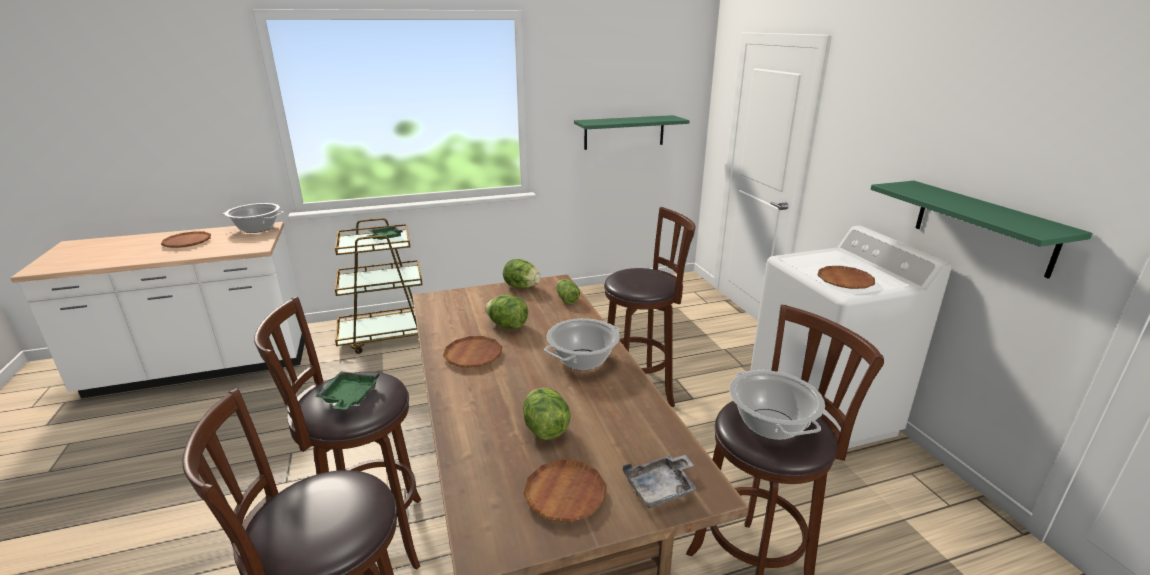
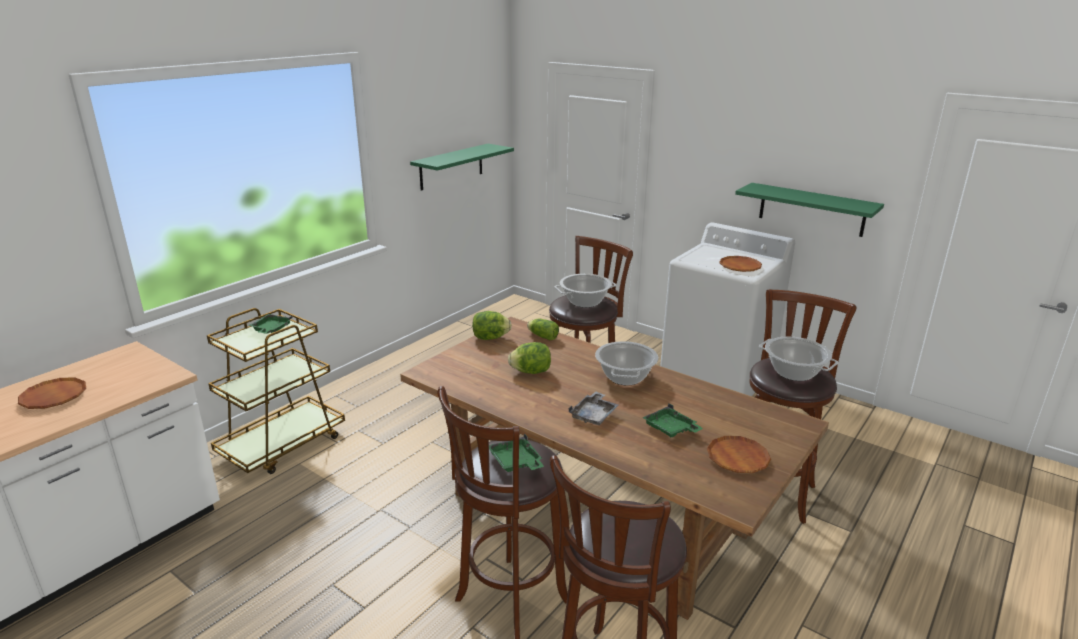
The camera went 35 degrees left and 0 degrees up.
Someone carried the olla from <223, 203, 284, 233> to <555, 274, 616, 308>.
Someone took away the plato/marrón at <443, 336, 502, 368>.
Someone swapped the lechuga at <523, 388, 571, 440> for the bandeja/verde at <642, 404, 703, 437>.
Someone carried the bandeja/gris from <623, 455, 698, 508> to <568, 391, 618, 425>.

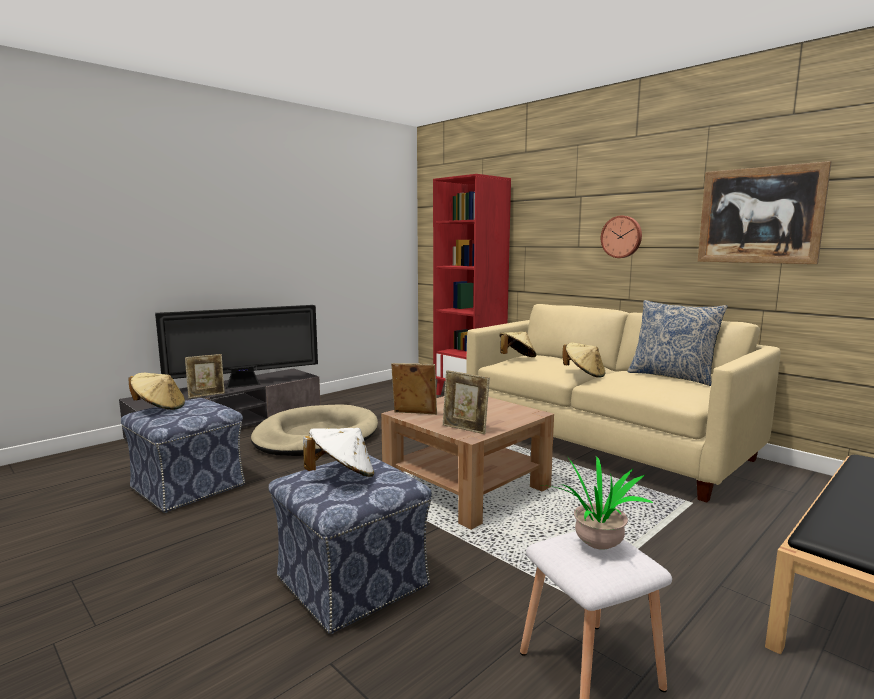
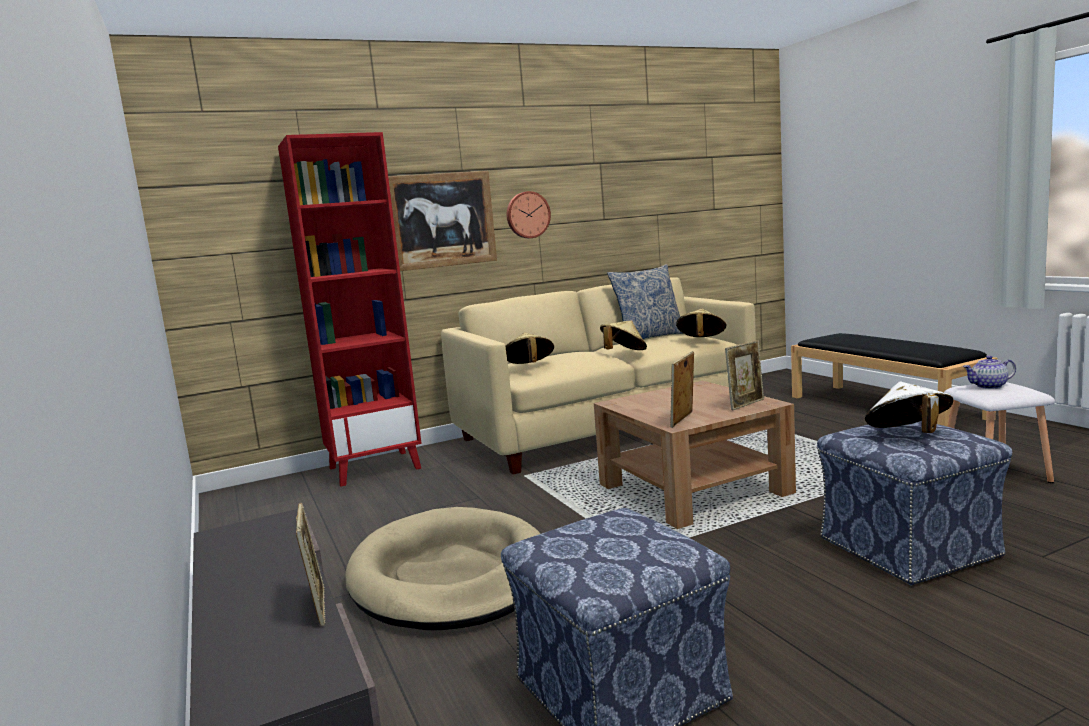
The camera went 70 degrees left and 0 degrees up.
Someone carried the sombrero/beis from <128, 373, 185, 410> to <676, 309, 726, 337>.
Someone took away the televisor at <155, 305, 318, 388>.
Someone swapped the planta en maceta at <543, 456, 653, 550> for the tetera at <963, 356, 1016, 389>.
Someone carried the cuadro from <698, 161, 831, 264> to <388, 171, 497, 271>.

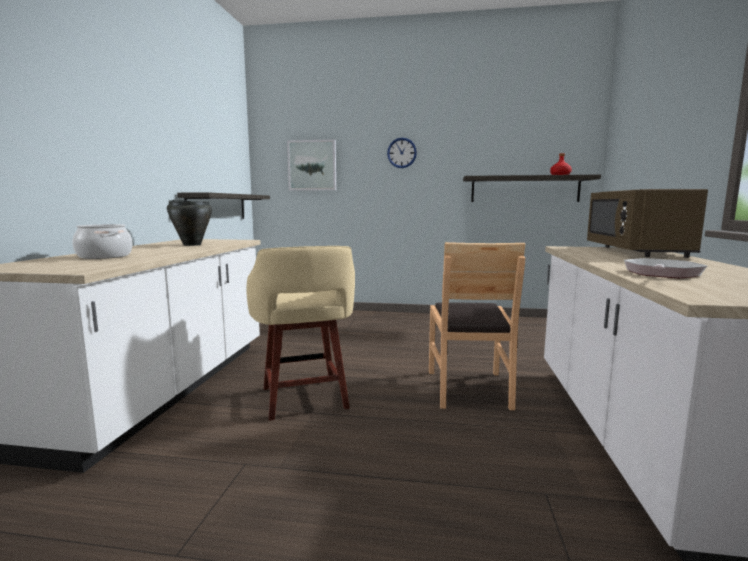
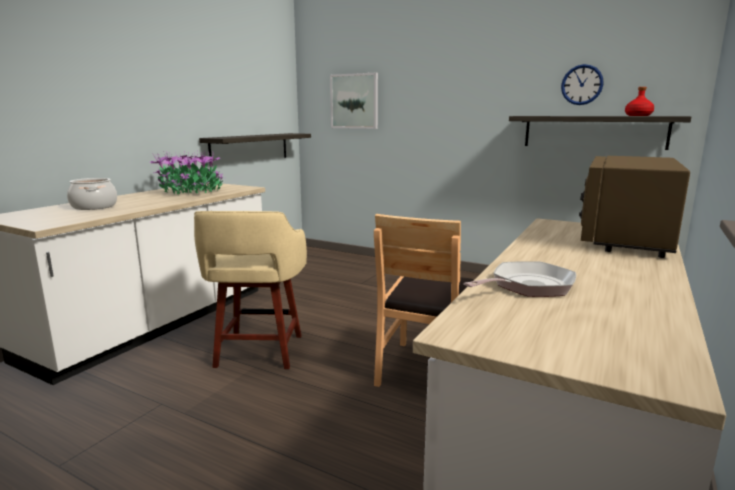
The camera went 20 degrees right and 5 degrees up.
Someone swapped the olla/negro at <167, 200, 212, 246> for the planta en maceta at <150, 151, 223, 194>.
Someone carried the reloj de pared from <387, 138, 417, 168> to <561, 64, 604, 105>.

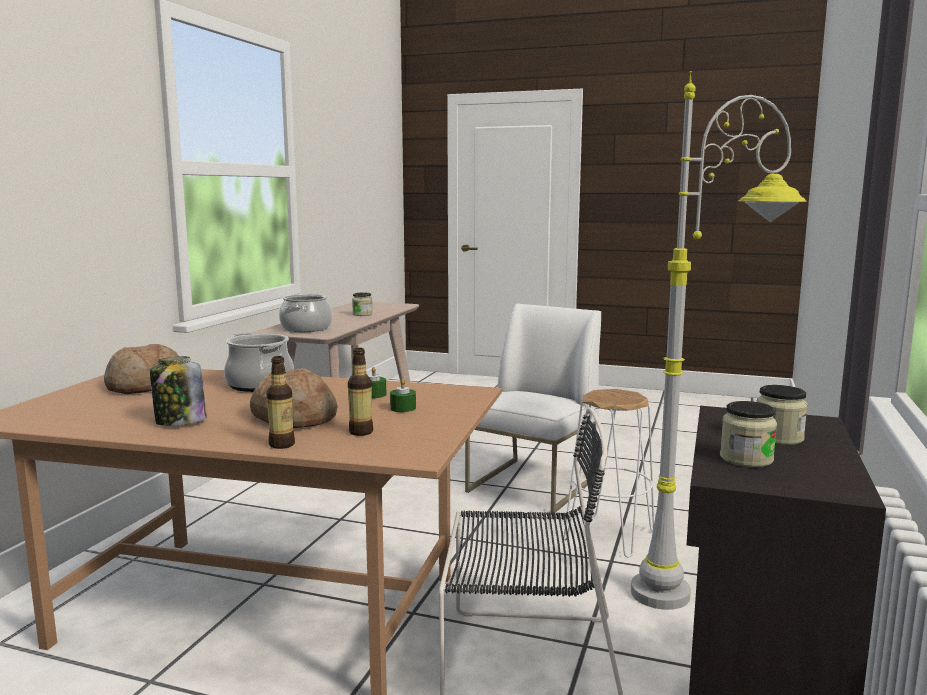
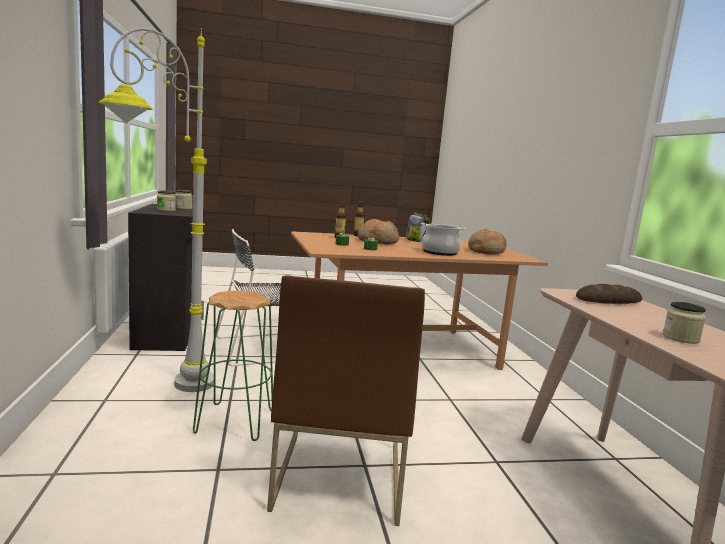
The camera went 150 degrees right and 0 degrees up.
Someone swapped the olla at <279, 294, 332, 332> for the pan at <576, 284, 642, 304>.
Someone repainted the silla/blanco at <465, 304, 601, 513>, which became the silla/marrón at <267, 275, 425, 526>.
Someone repainted the taburete/blanco at <564, 389, 655, 558>, which became the taburete/verde at <193, 290, 273, 441>.

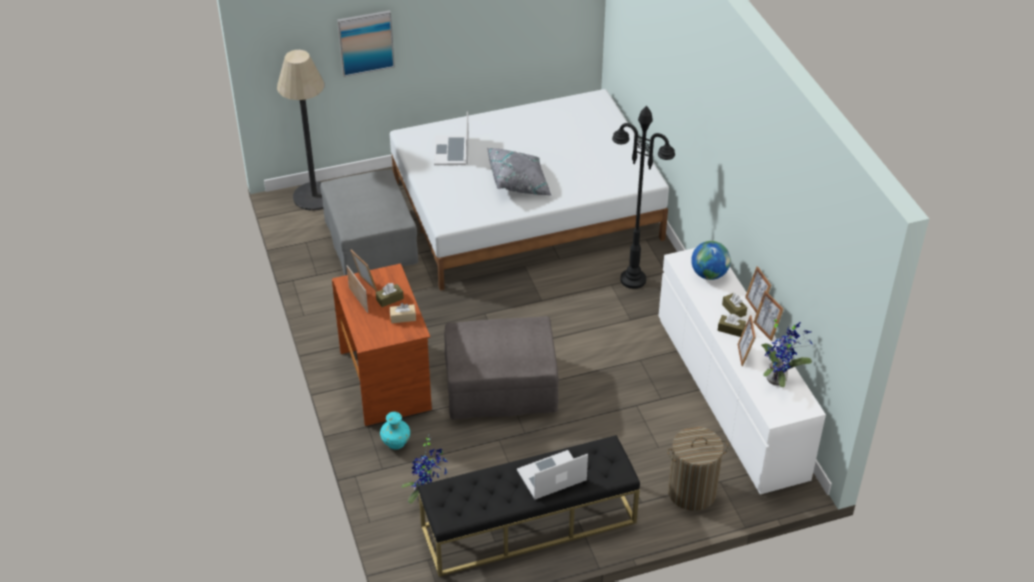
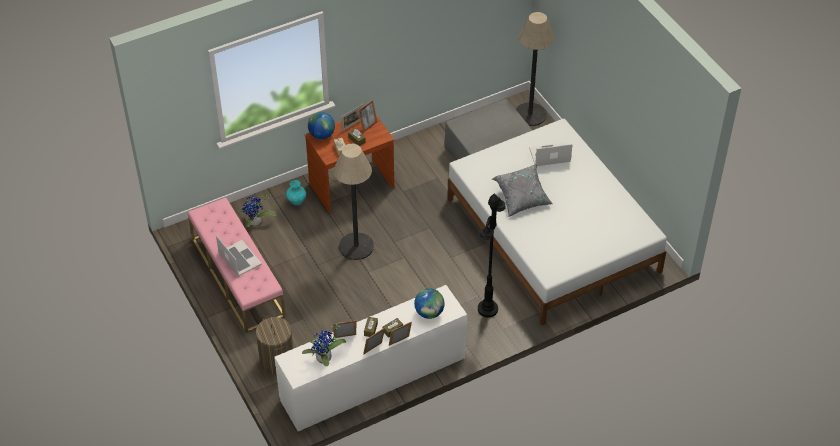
The camera went 80 degrees right and 5 degrees up.
Someone took away the cuadro at <337, 10, 395, 77>.
Someone repainted the banco/negro at <418, 435, 640, 577>, which became the banco/rosa at <188, 197, 286, 333>.
Someone swapped the puf/gris at <444, 316, 559, 420> for the lámpara de pie at <333, 144, 374, 260>.
Someone put down the globo terráqueo at <308, 112, 335, 139>.

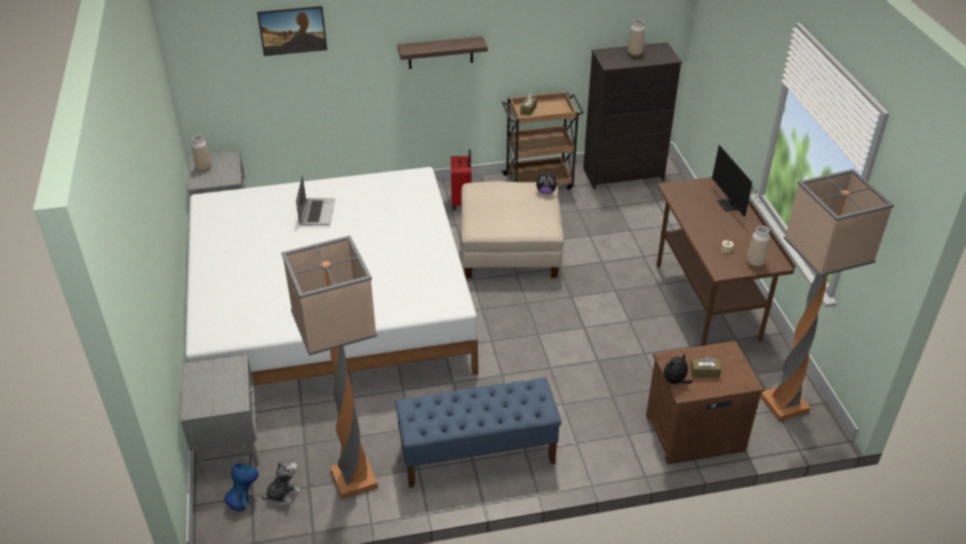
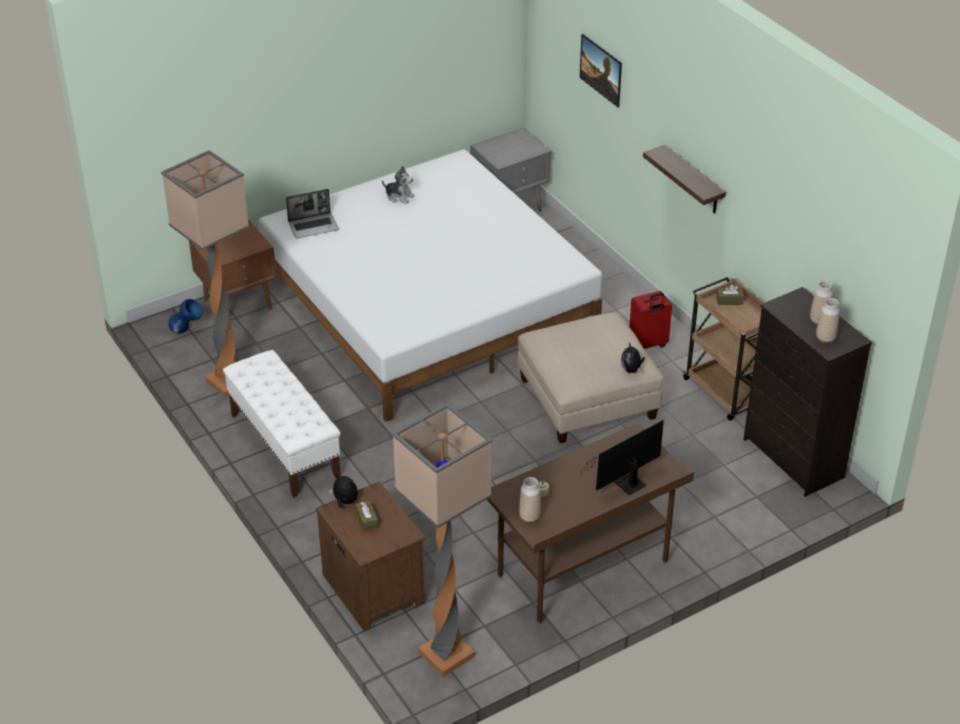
The camera went 70 degrees right and 0 degrees up.
Someone repainted the mesita de noche/gris at <181, 355, 259, 475>, which became the mesita de noche/marrón at <189, 220, 277, 310>.
Someone carried the florero from <192, 135, 211, 171> to <816, 298, 840, 343>.
Someone carried the peluche from <261, 461, 302, 505> to <382, 166, 414, 204>.
Someone carried the portátil from <296, 176, 335, 225> to <286, 189, 339, 238>.
Someone repainted the banco/azul at <395, 378, 561, 488>, which became the banco/blanco at <223, 350, 341, 498>.

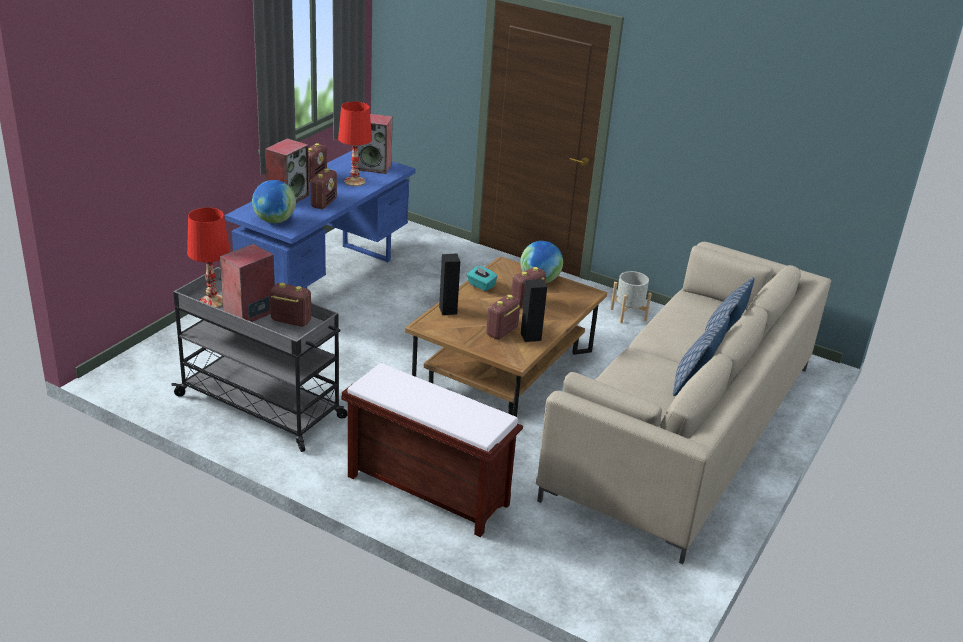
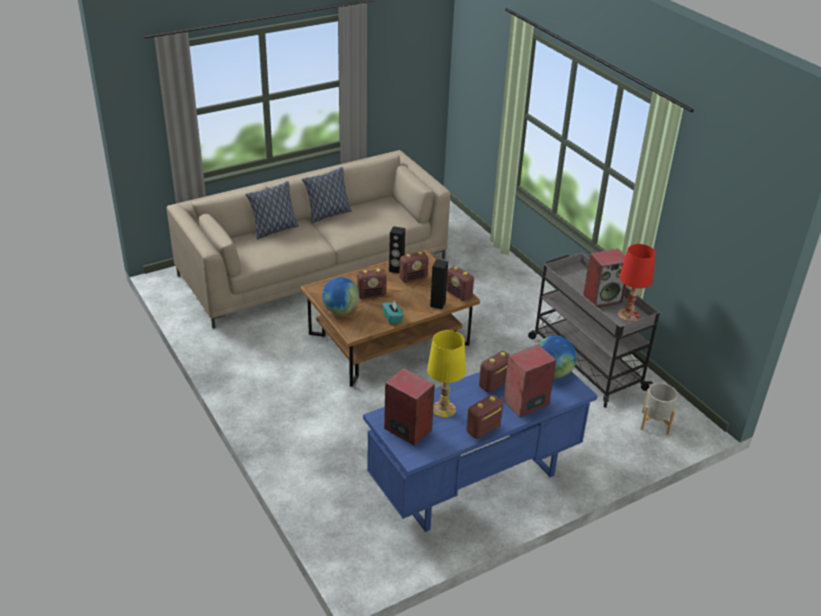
The camera went 150 degrees left and 5 degrees up.
Someone carried the radio from <270, 283, 311, 327> to <446, 266, 474, 301>.
Someone repainted the lámpara de mesa/rojo at <338, 102, 372, 186>, which became the lámpara de mesa/amarillo at <427, 330, 466, 418>.
Someone took away the banco/marrón at <341, 363, 523, 537>.
Someone carried the maceta/gris from <610, 271, 652, 323> to <640, 383, 678, 435>.

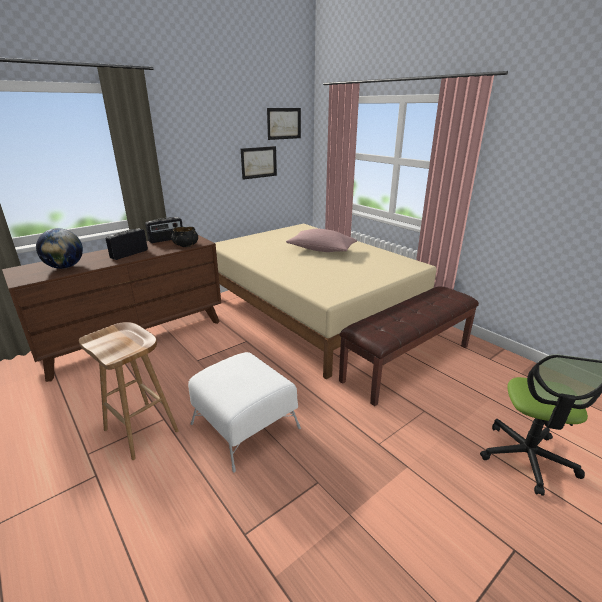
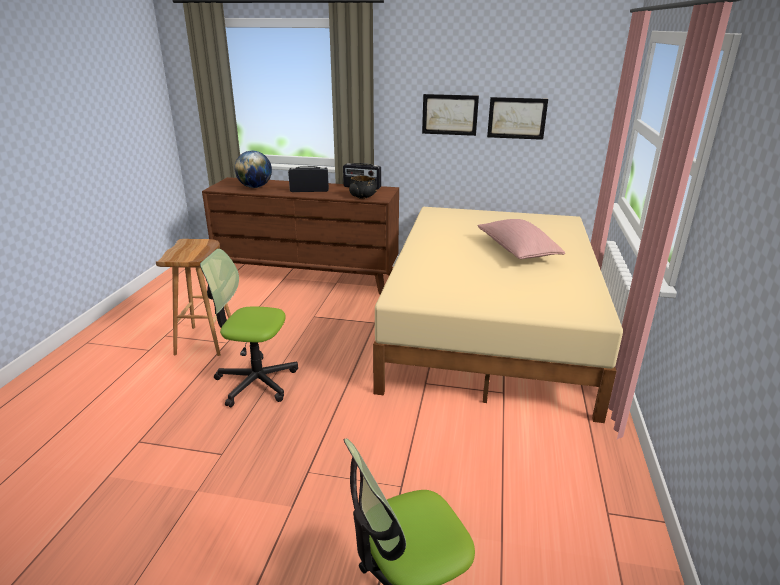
The camera went 50 degrees right and 0 degrees up.
Someone swapped the puf/blanco at <188, 352, 301, 473> for the silla de oficina at <200, 249, 298, 407>.
Someone carried the cuadro from <267, 108, 301, 140> to <422, 94, 479, 136>.
Someone took away the banco/marrón at <339, 286, 479, 406>.

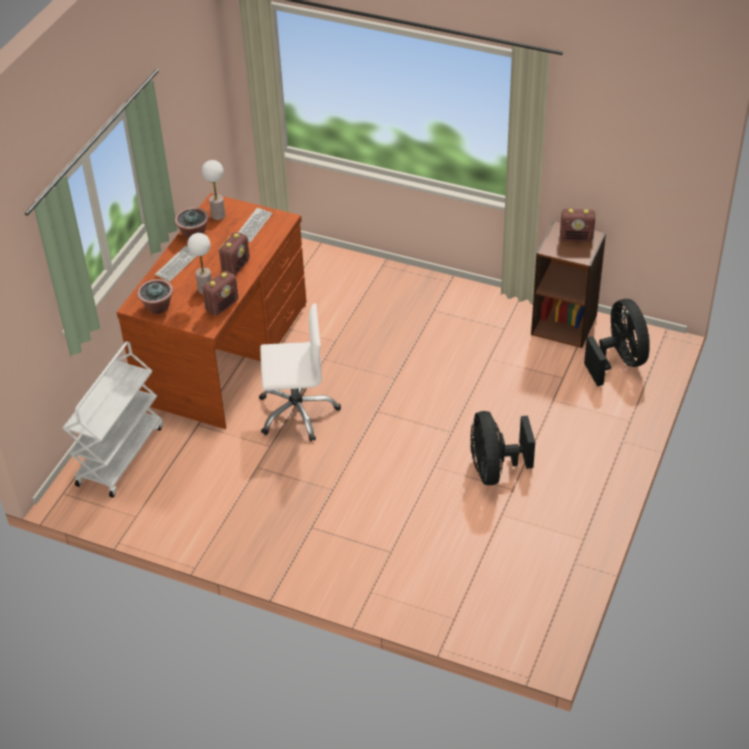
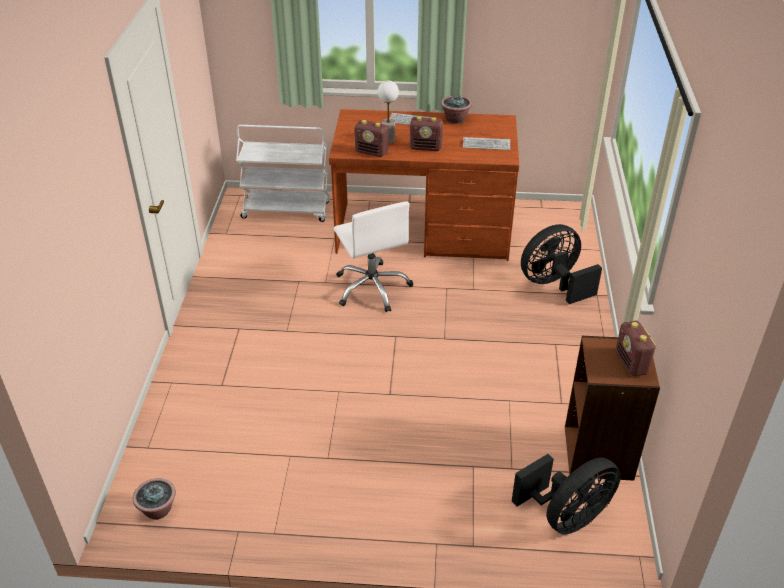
The camera went 70 degrees right and 5 degrees down.
Someone carried the planta en maceta from <137, 279, 173, 314> to <133, 478, 176, 520>.
Someone took away the lámpara de mesa at <202, 160, 226, 220>.
Someone carried the ventilador/negro from <470, 411, 535, 485> to <521, 224, 602, 304>.

